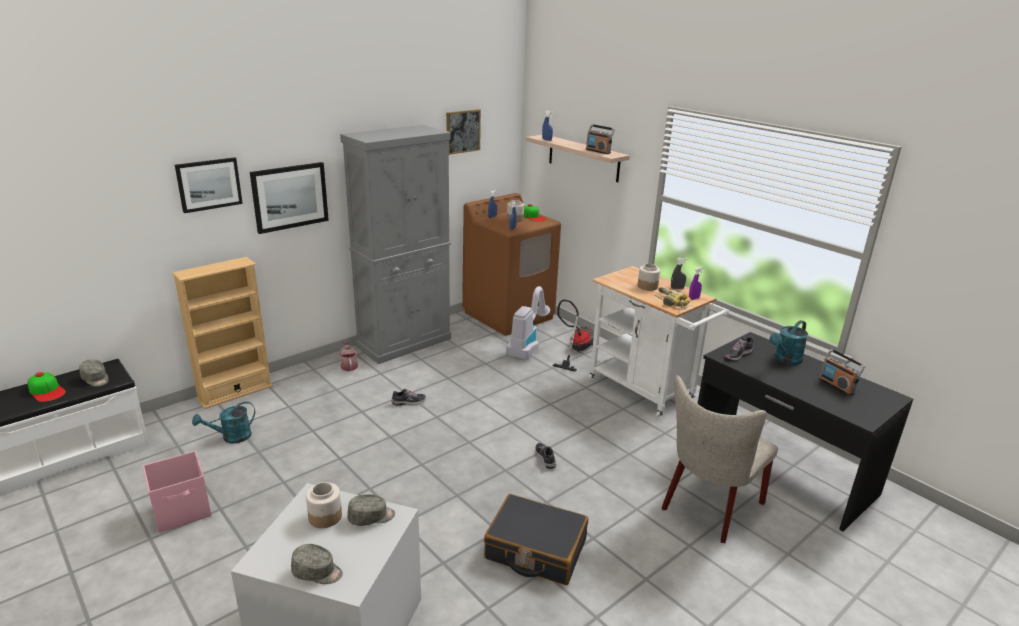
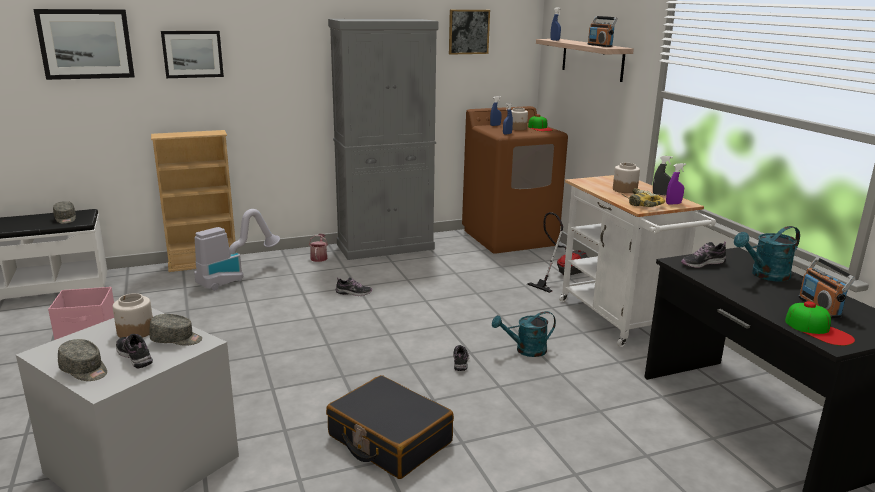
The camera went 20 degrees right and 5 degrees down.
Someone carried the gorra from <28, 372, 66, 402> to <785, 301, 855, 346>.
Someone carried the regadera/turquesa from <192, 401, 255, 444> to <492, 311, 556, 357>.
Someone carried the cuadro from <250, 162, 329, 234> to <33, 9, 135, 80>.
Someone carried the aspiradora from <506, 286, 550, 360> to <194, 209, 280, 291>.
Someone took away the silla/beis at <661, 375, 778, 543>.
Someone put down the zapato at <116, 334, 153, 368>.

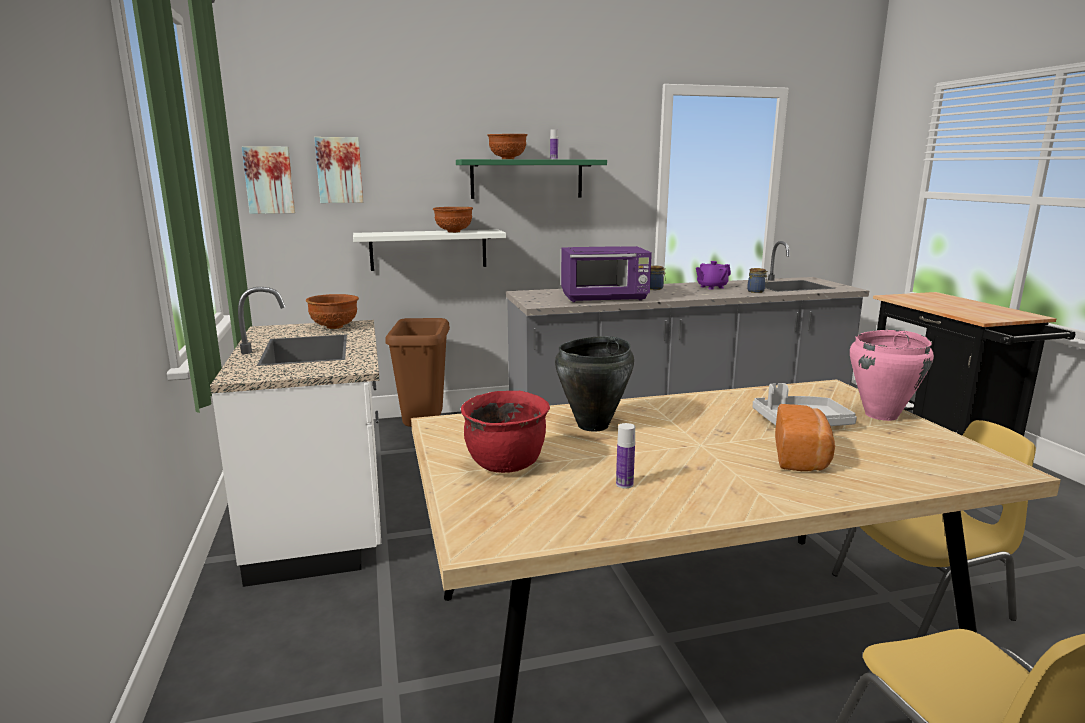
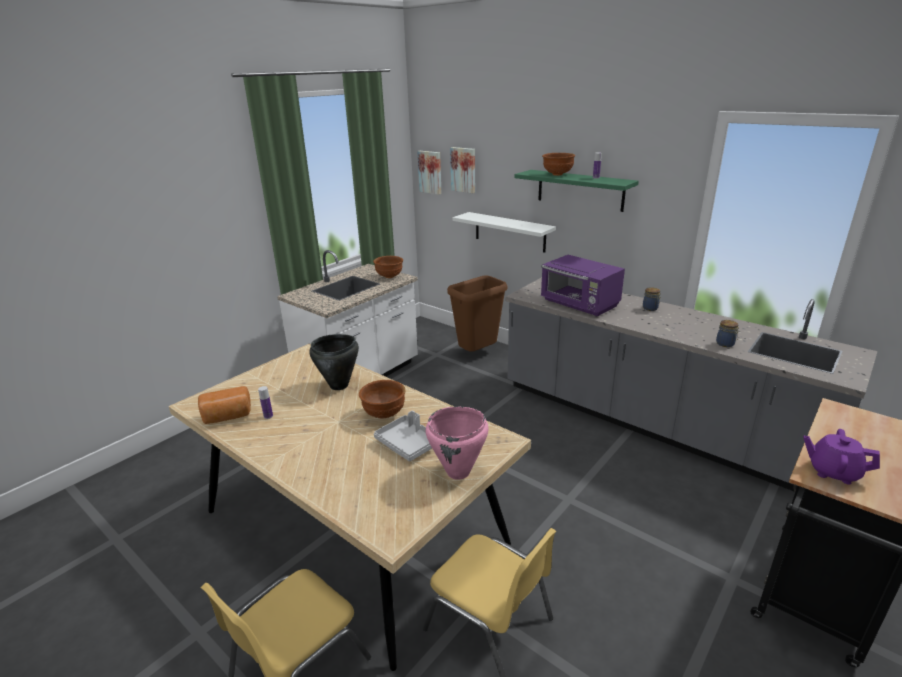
The camera went 55 degrees right and 10 degrees up.
Someone carried the cuenco/marrón from <433, 207, 473, 233> to <359, 380, 406, 419>.
Someone took away the olla/rojo at <461, 391, 550, 473>.
Someone carried the tetera/morado from <696, 261, 731, 290> to <803, 429, 880, 485>.
Someone carried the pan from <775, 404, 835, 471> to <198, 386, 251, 424>.

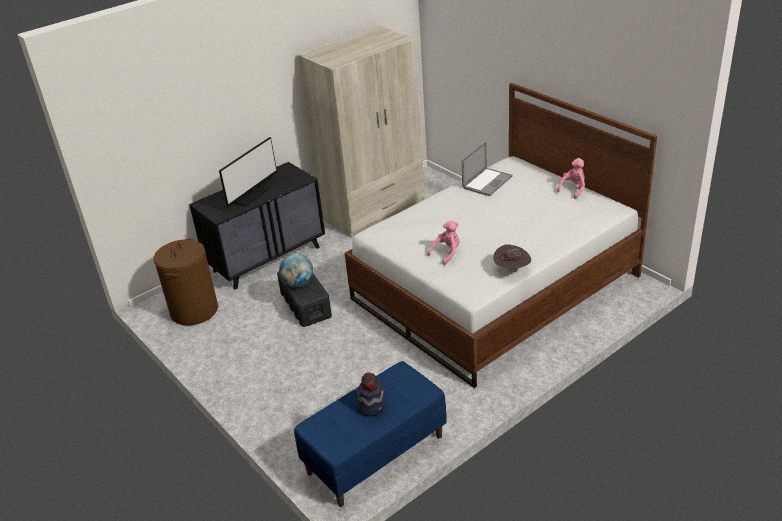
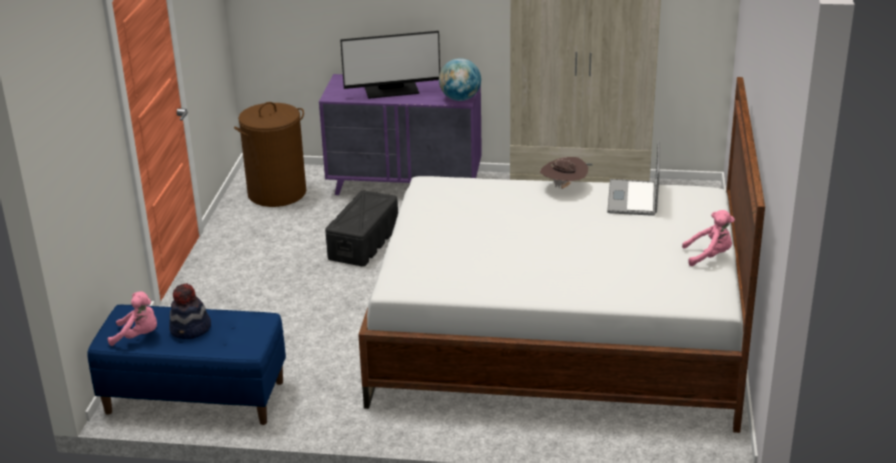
The camera went 45 degrees right and 5 degrees down.
Someone repainted the cómoda/negro at <189, 162, 325, 290>, which became the cómoda/morado at <319, 74, 482, 195>.
Someone carried the globo terráqueo from <279, 253, 313, 287> to <439, 58, 481, 101>.
Someone carried the peluche/rosa from <427, 220, 460, 265> to <107, 291, 157, 346>.
Someone rotated the portátil at <462, 141, 513, 196> by 105 degrees clockwise.
Someone carried the sombrero/marrón from <493, 244, 531, 273> to <540, 157, 588, 189>.

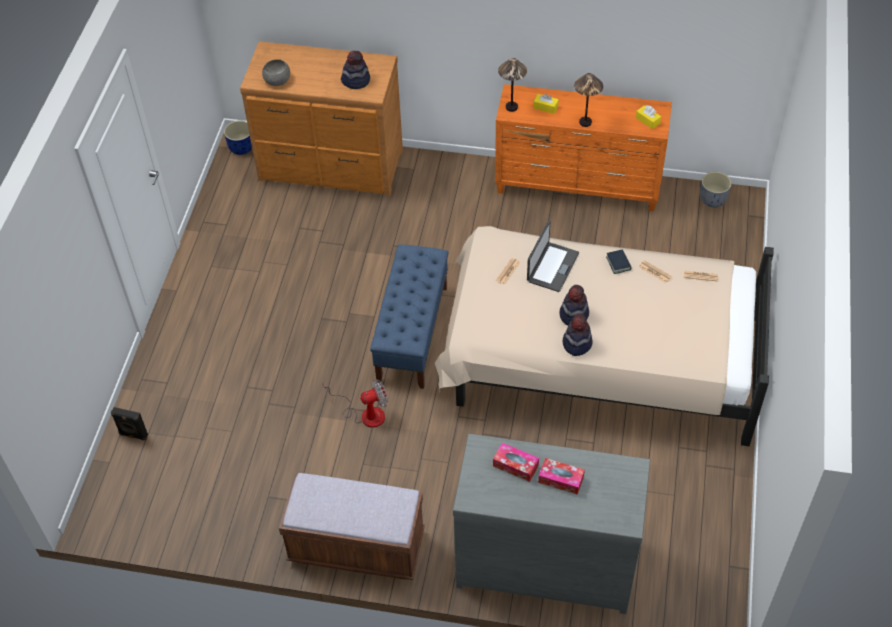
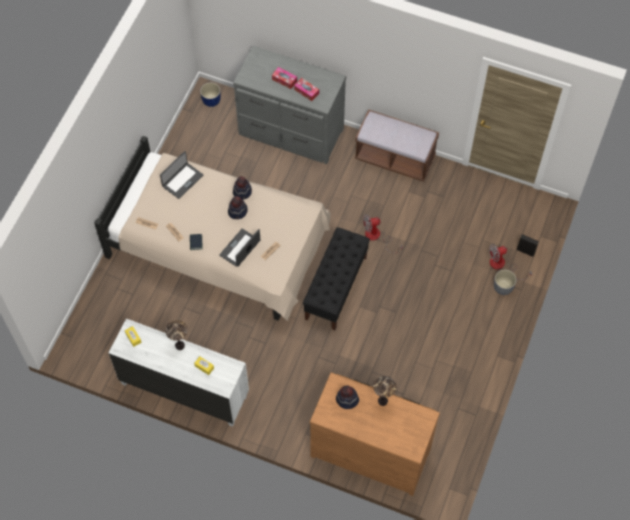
The camera went 170 degrees left and 10 degrees up.
Someone carried the maceta/azul from <224, 121, 252, 155> to <200, 82, 221, 107>.
Someone took away the cuenco/gris at <262, 59, 290, 86>.
Someone repainted the banco/azul at <370, 245, 448, 389>, which became the banco/negro at <303, 227, 370, 330>.
Someone repainted the cómoda/naranja at <495, 84, 672, 211>, which became the cómoda/blanco at <109, 318, 249, 427>.
Someone carried the lámpara de mesa from <498, 58, 527, 112> to <373, 376, 396, 406>.
Someone carried the maceta/gris from <700, 172, 732, 207> to <494, 270, 517, 295>.
Someone put down the portátil at <160, 151, 203, 199>.
Someone put down the ventilador at <489, 244, 532, 280>.

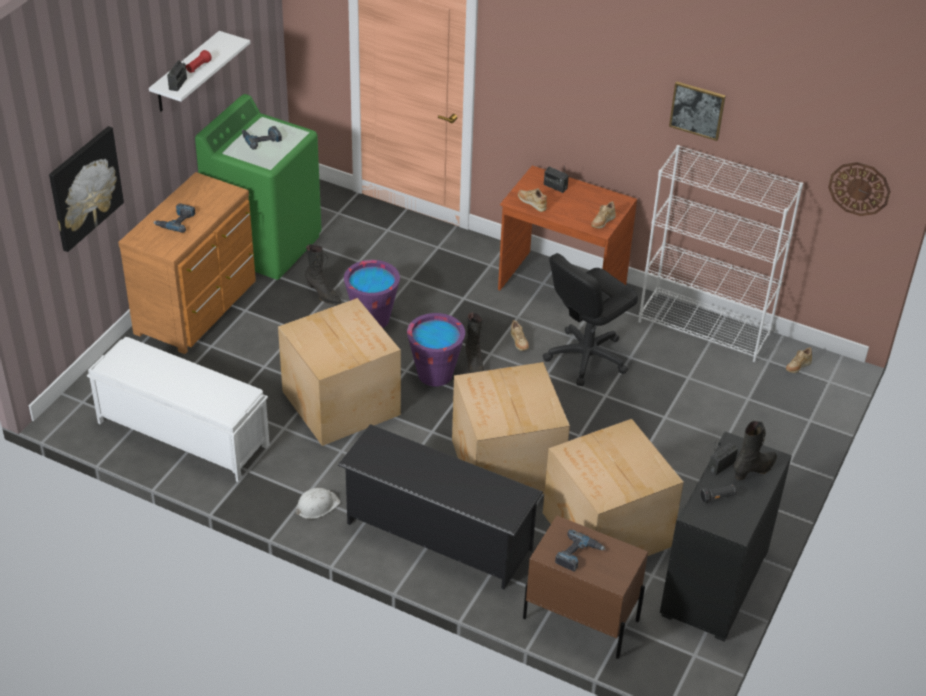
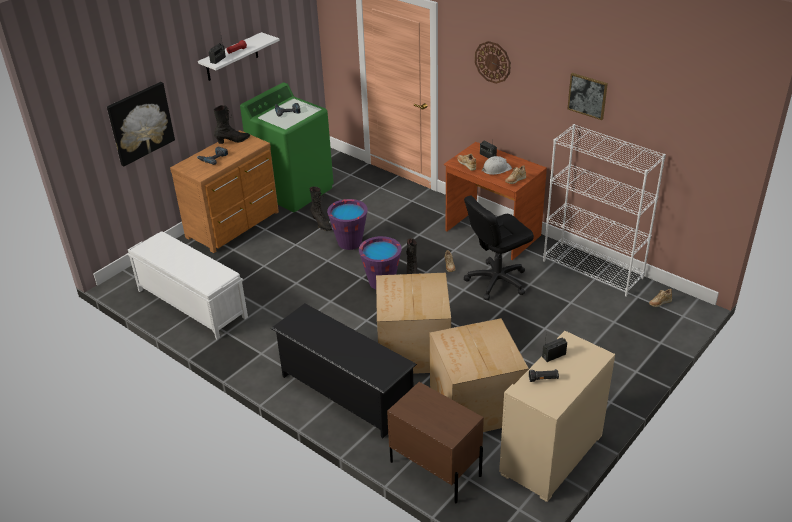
The camera went 15 degrees right and 5 degrees down.
Someone took away the caja de cartón at <278, 298, 401, 446>.
Someone carried the casco/blanco from <296, 488, 340, 519> to <482, 156, 512, 175>.
Someone took away the taladro at <555, 529, 606, 571>.
Someone repainted the cómoda/negro at <660, 432, 792, 642>, which became the cómoda/beis at <499, 331, 615, 502>.
Someone carried the bota/negro from <733, 421, 777, 481> to <214, 105, 250, 144>.
Someone carried the reloj de pared from <828, 162, 891, 216> to <475, 41, 511, 84>.

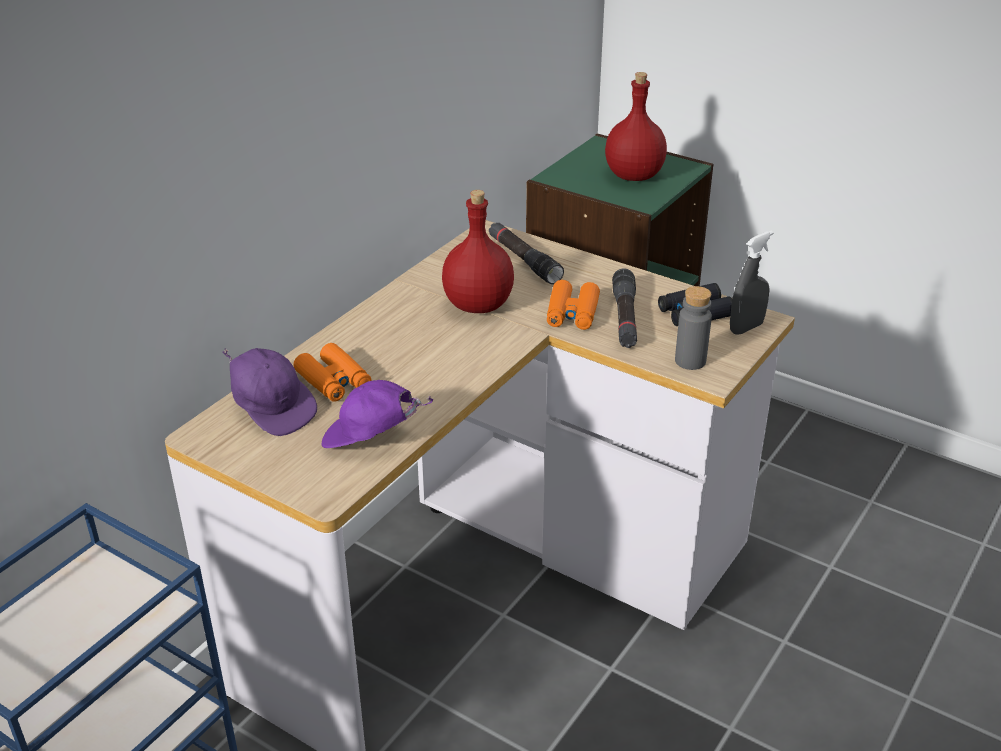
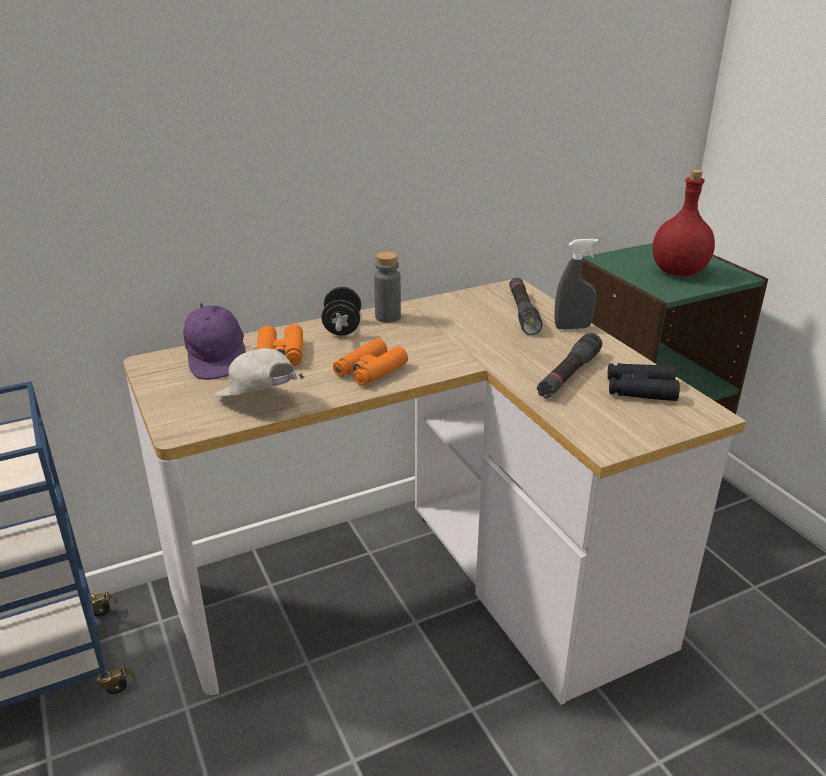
The camera went 30 degrees right and 5 degrees down.
Someone repainted the gorra/morado at <322, 380, 433, 448>, which became the gorra/blanco at <215, 348, 305, 396>.
Someone took away the botella/rojo at <442, 190, 514, 313>.
Someone carried the prismáticos/naranja from <547, 280, 600, 330> to <333, 338, 408, 386>.
Someone carried the botella/gris from <675, 286, 712, 370> to <374, 251, 401, 323>.
Someone carried the pulverizador/gris from <730, 230, 774, 335> to <554, 239, 598, 329>.
Someone put down the mancuerna/negro at <321, 287, 361, 336>.

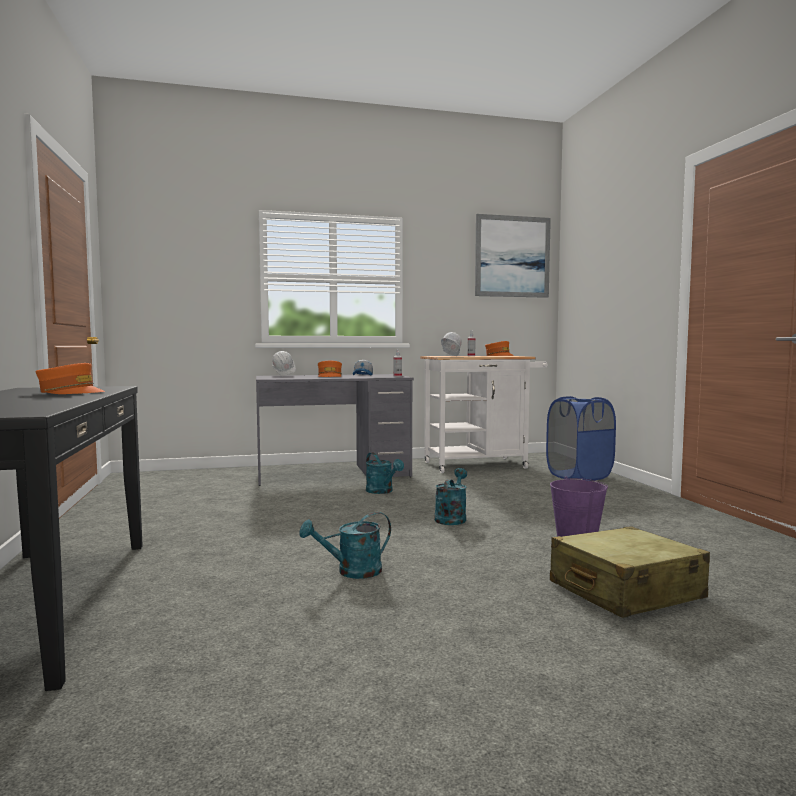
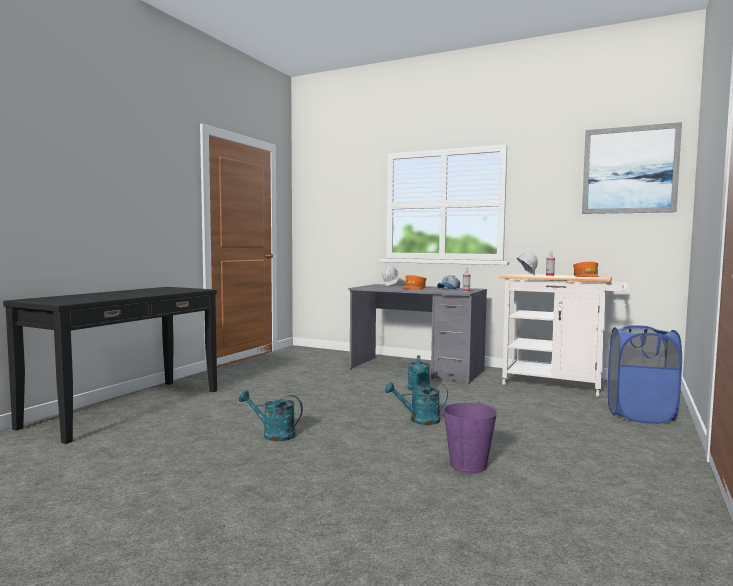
The camera went 40 degrees right and 0 degrees up.
Someone took away the gorra/naranja at <36, 363, 105, 394>.
Someone rotated the regadera/turquesa at <434, 468, 467, 525> by 150 degrees counterclockwise.
Someone took away the maleta/beis at <550, 526, 710, 618>.

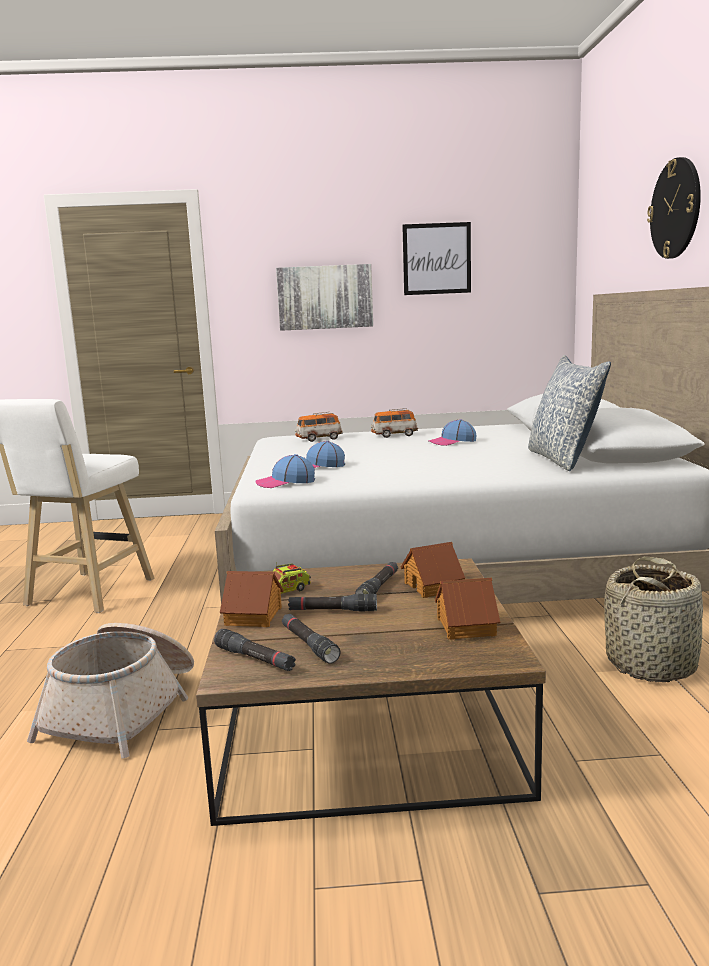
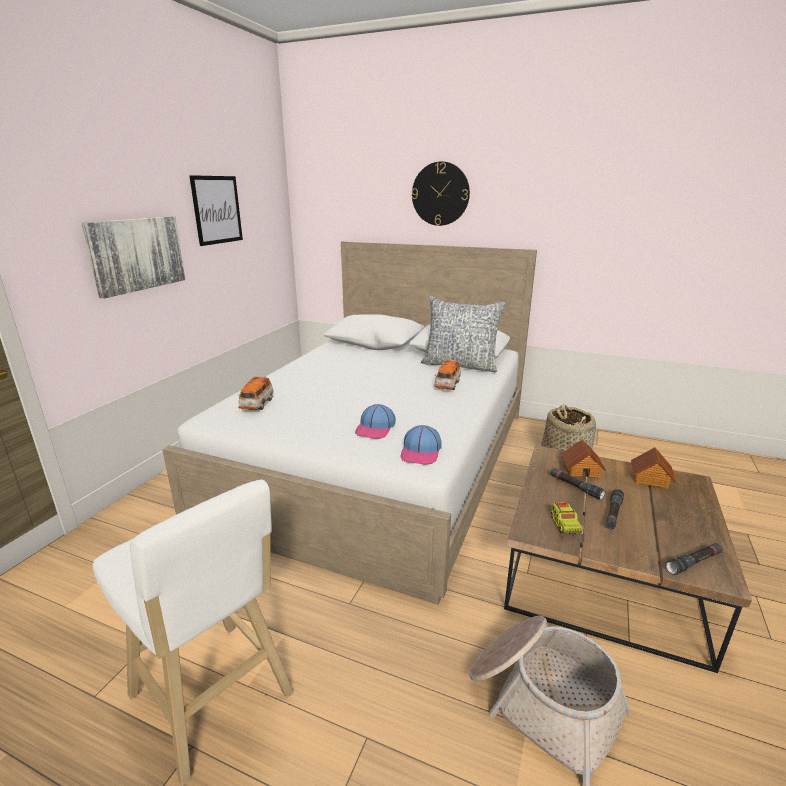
The camera went 65 degrees left and 10 degrees up.
Someone took away the casita at <220, 571, 283, 627>.
Someone took away the linterna/negro at <282, 614, 340, 664>.
Someone carried the coche de juguete from <371, 408, 418, 438> to <435, 359, 461, 390>.
Someone took away the gorra at <429, 419, 476, 446>.

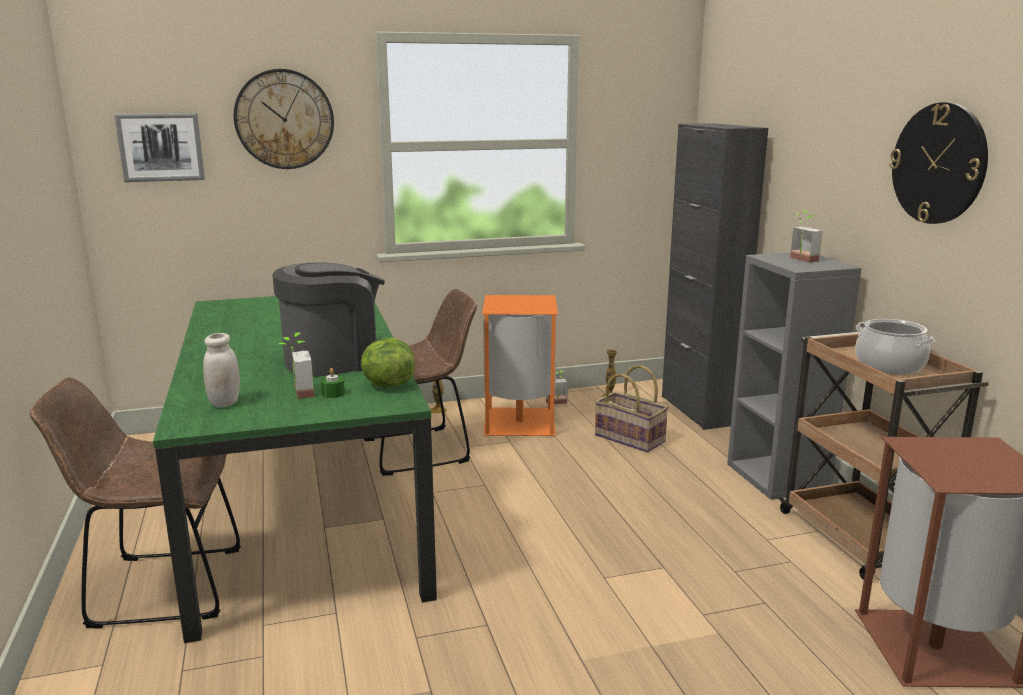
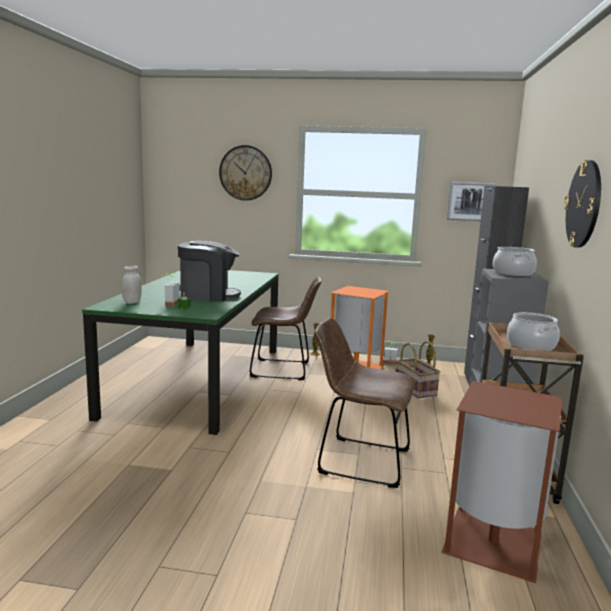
The camera went 25 degrees right and 5 degrees down.
Someone carried the silla/marrón from <30, 377, 241, 628> to <315, 318, 414, 488>.
Someone carried the cuadro from <114, 113, 205, 182> to <447, 182, 496, 221>.
Someone took away the lechuga at <361, 338, 415, 387>.
Someone swapped the planta en maceta at <790, 210, 823, 263> for the olla at <493, 247, 537, 276>.

